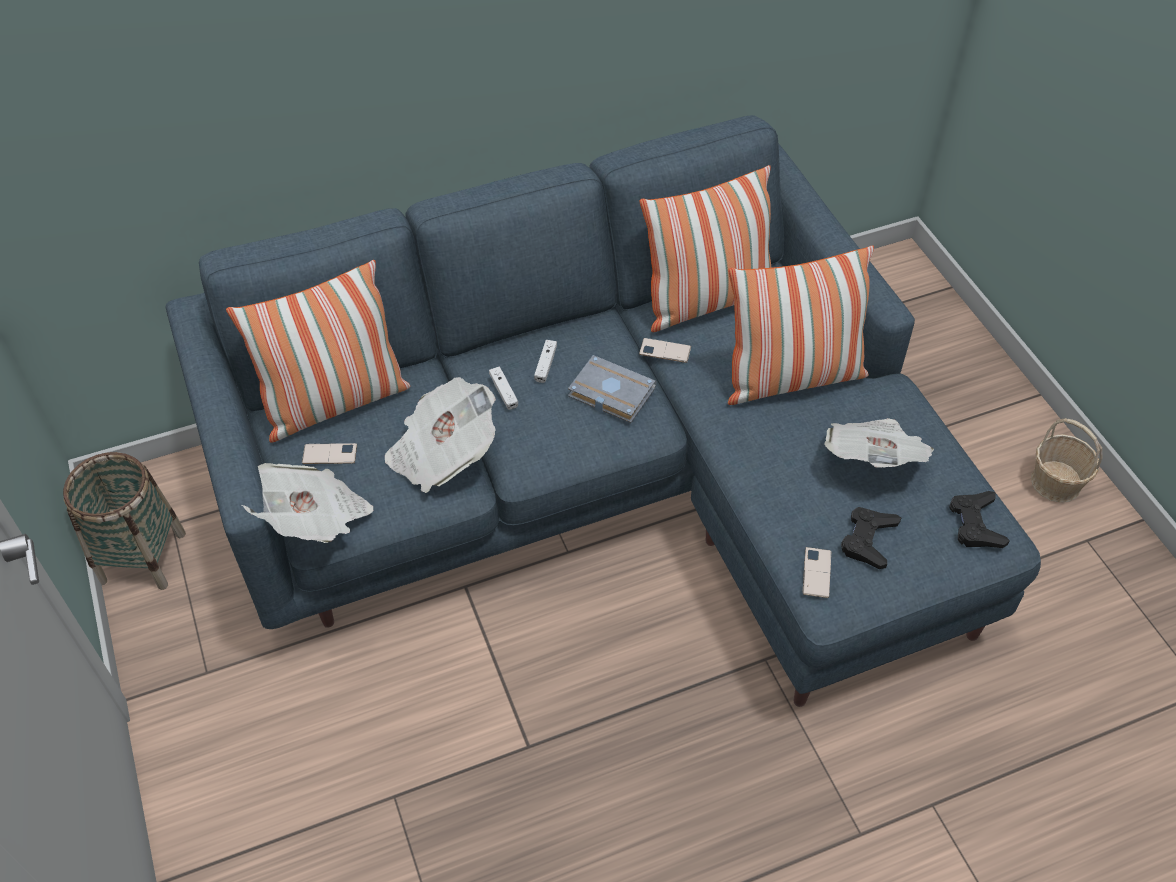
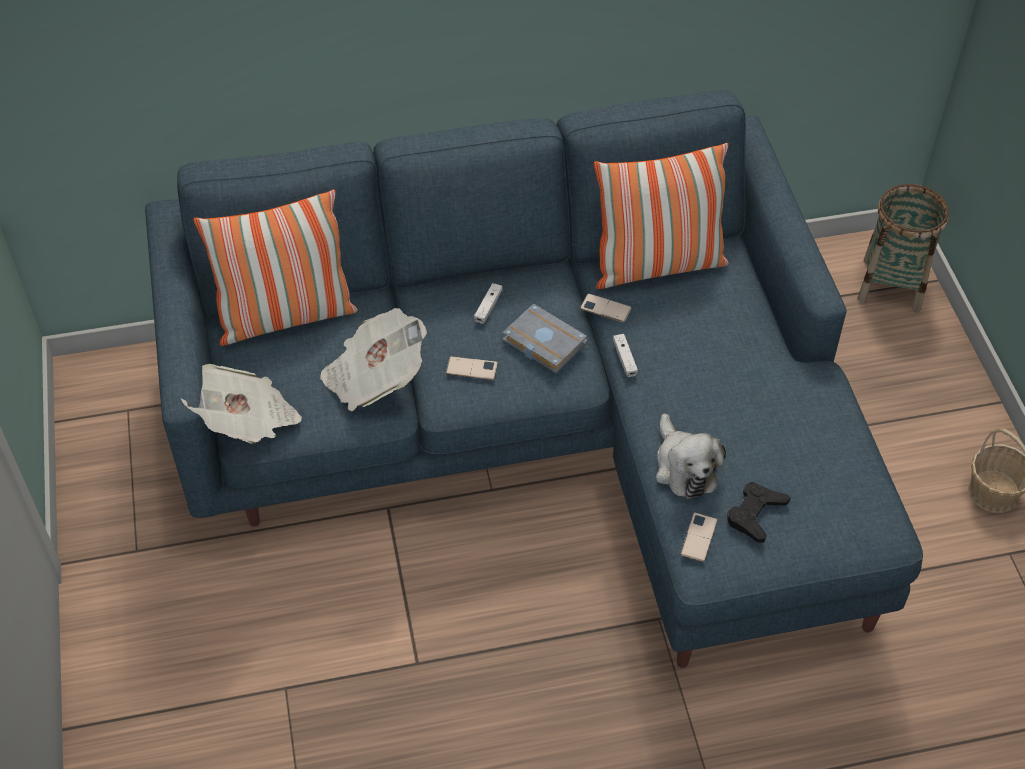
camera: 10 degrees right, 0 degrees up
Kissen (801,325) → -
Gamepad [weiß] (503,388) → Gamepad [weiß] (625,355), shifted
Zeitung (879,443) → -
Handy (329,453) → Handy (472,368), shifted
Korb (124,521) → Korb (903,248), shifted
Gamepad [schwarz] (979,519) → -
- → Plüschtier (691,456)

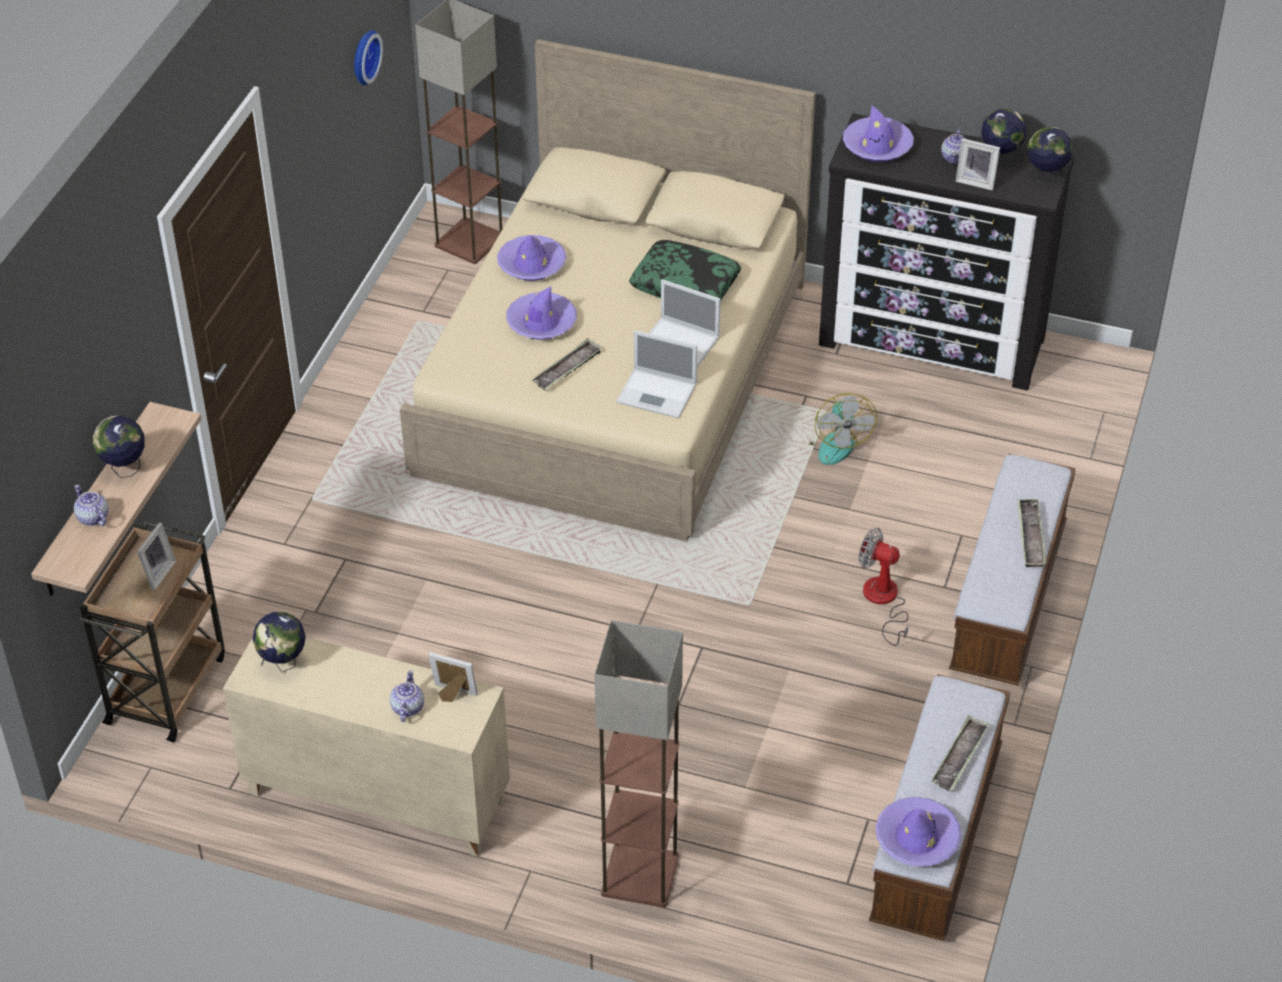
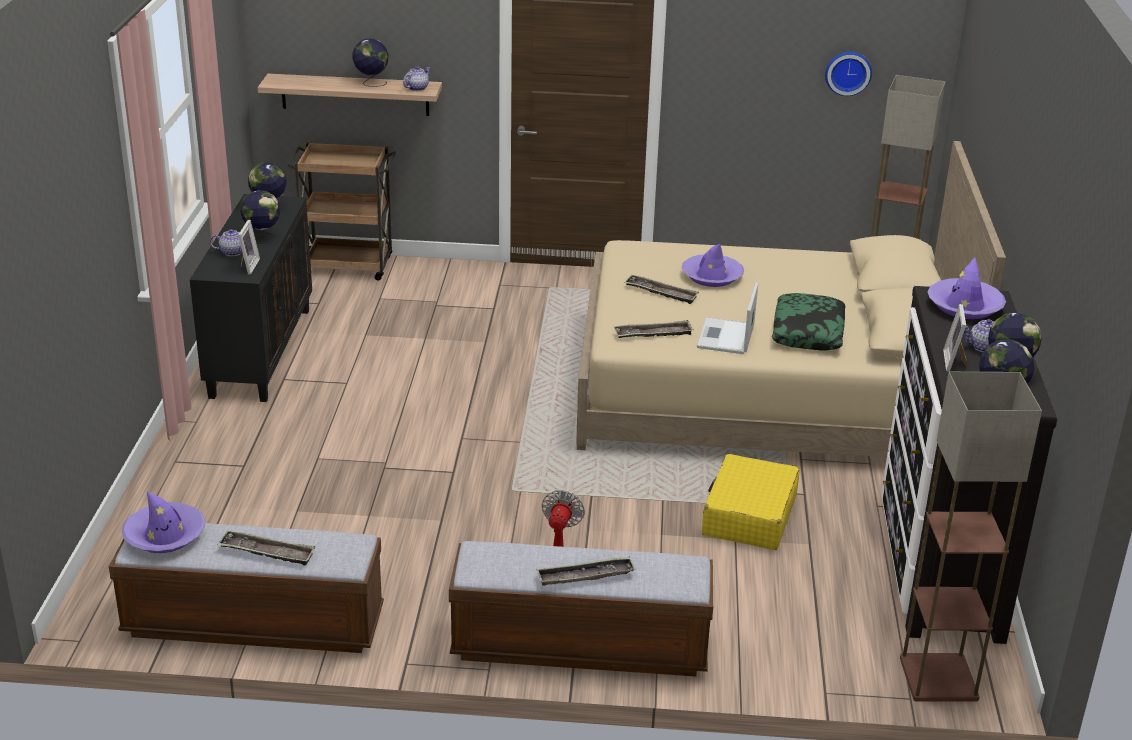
camera: 75 degrees right, 15 degrees down
Hut [lila] (531,258) → -
Laptop (656,374) → Tablett (654,329)
Ventilator (842,429) → Koffer [gelb] (751,502)
Teekanne (91,505) → Teekanne (416,78), shifted
Bilderrahmen (156,556) → -
Stehlampe (638,764) → Stehlampe (971,537), shifted
Schrank [beige] (366,747) → Schrank [schwarz] (251,298)
- → Globus (260,217)

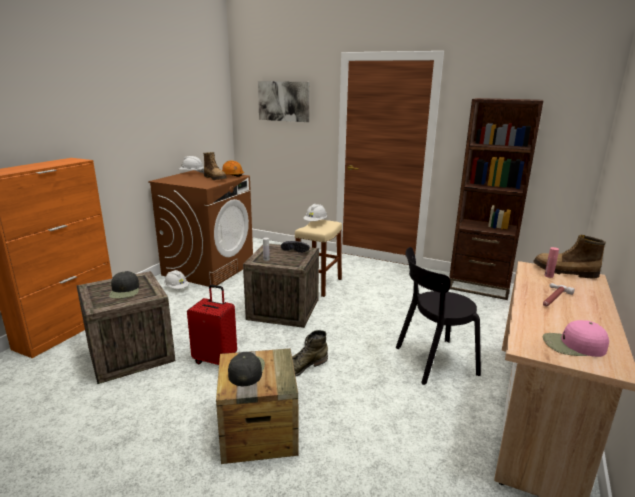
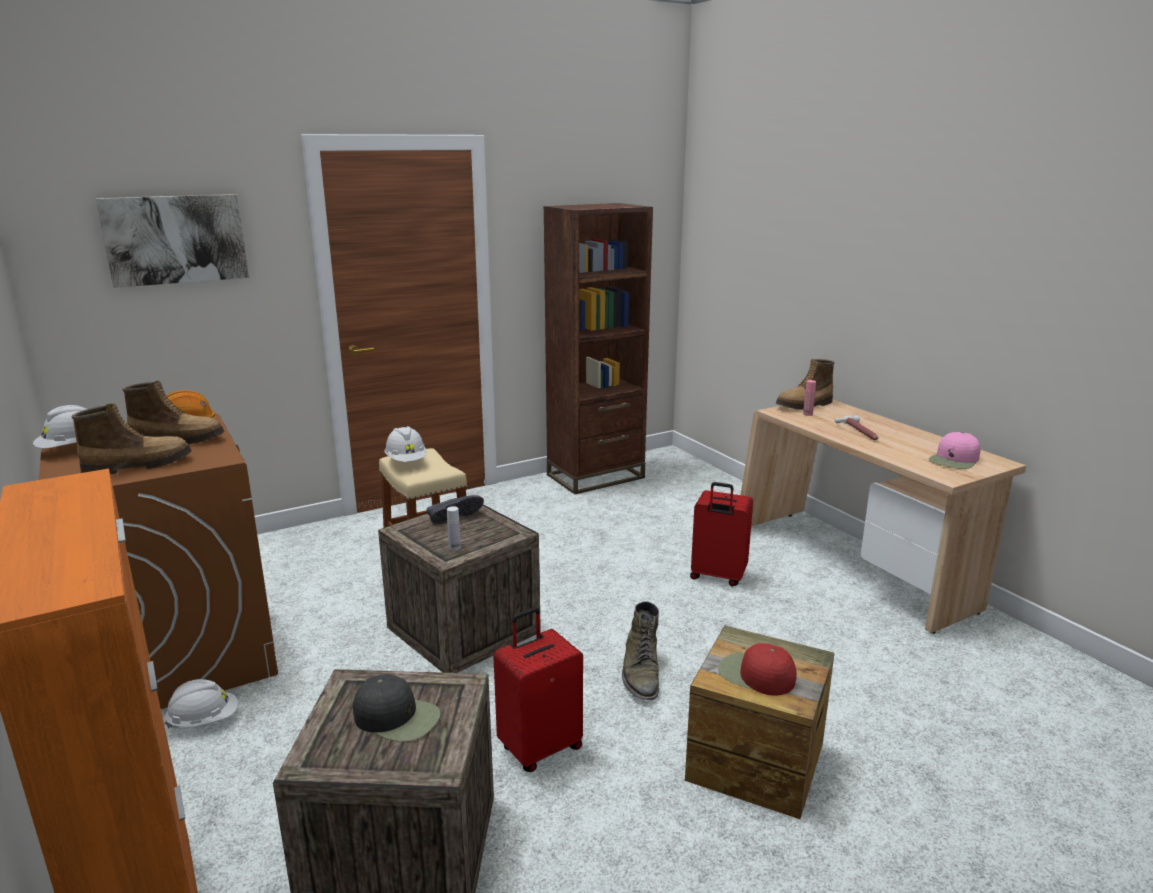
camera: 55 degrees left, 0 degrees up
Stuhl [schwarz] (438,316) → Koffer [rot] (721,534)
Kappe [schwarz] (246,369) → Kappe [rot] (757,669)
- → Stiefel (131,438)

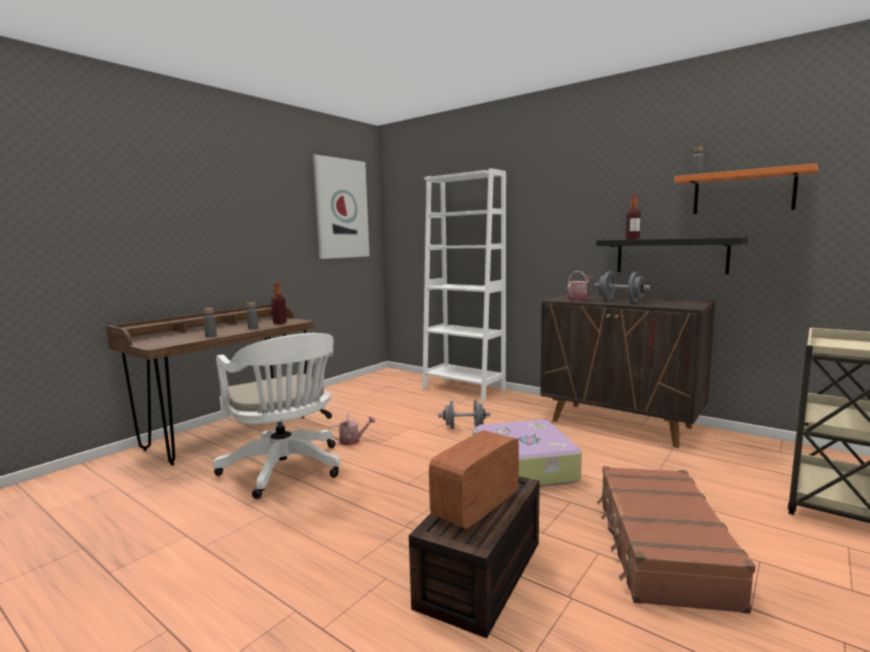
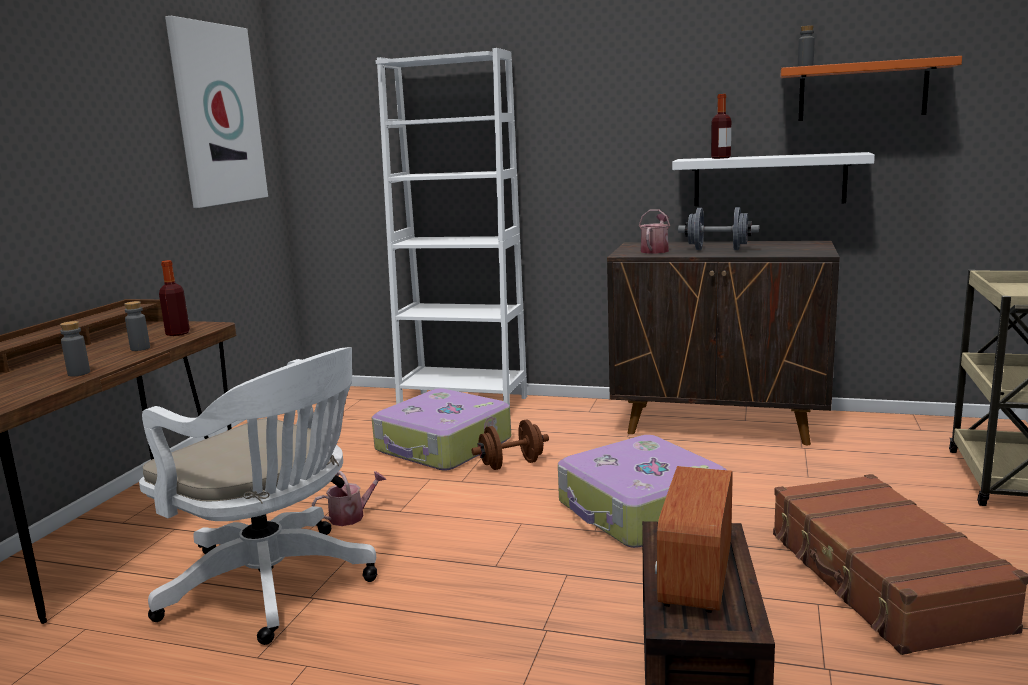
camera: 20 degrees left, 5 degrees up
Wandregal [schwarz] (672,255) → Wandregal [weiß] (773,179)
Hantel [grau] (464,414) → Hantel [braun] (510,445)
- → Koffer (441,429)

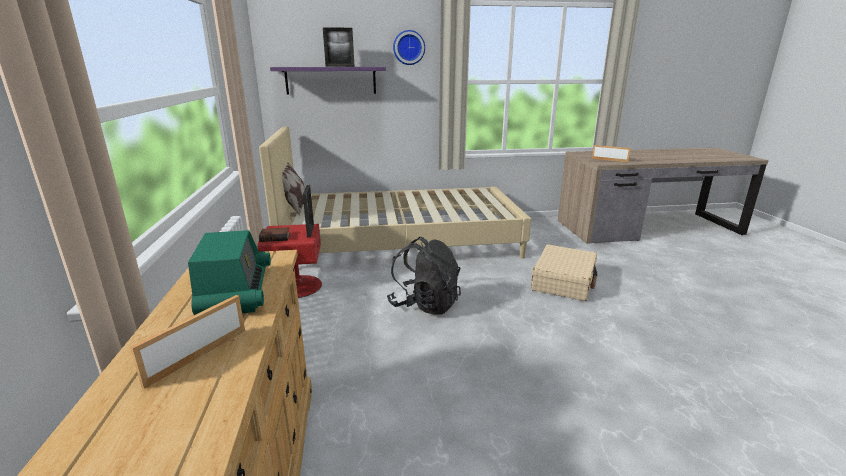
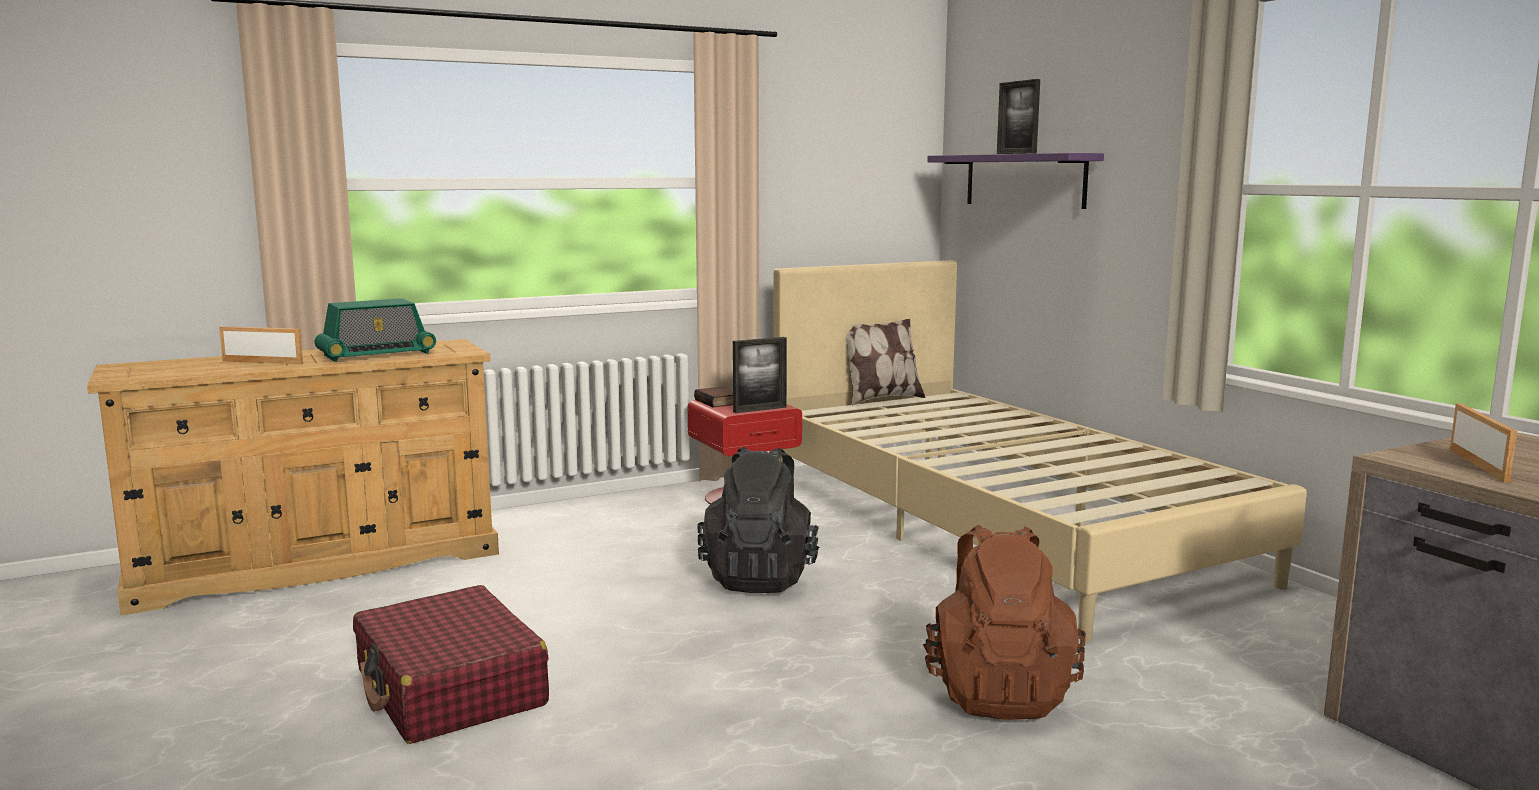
camera: 70 degrees right, 10 degrees down
Wanduhr (409,47) → -
Koffer [beige] (564,272) → Rucksack [braun] (1004,622)
- → Koffer [rot] (451,664)

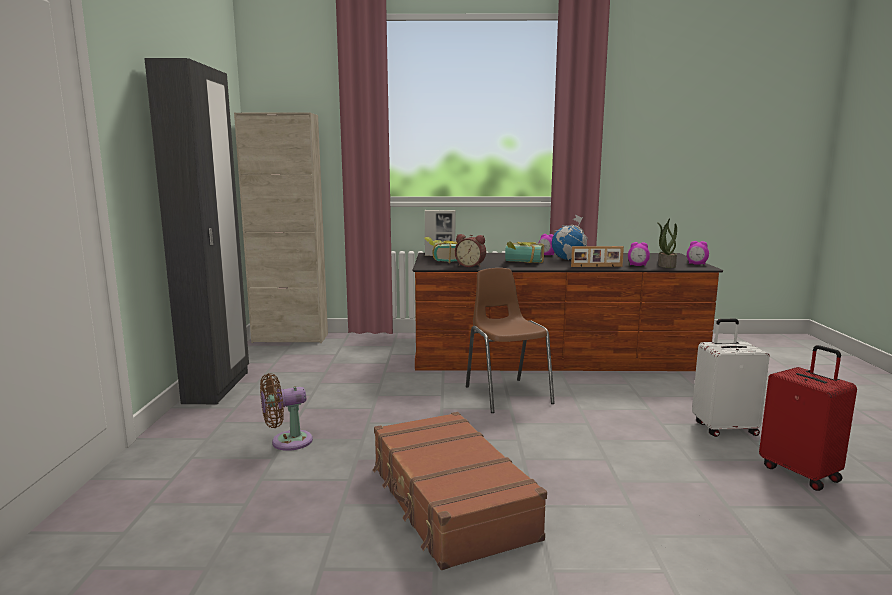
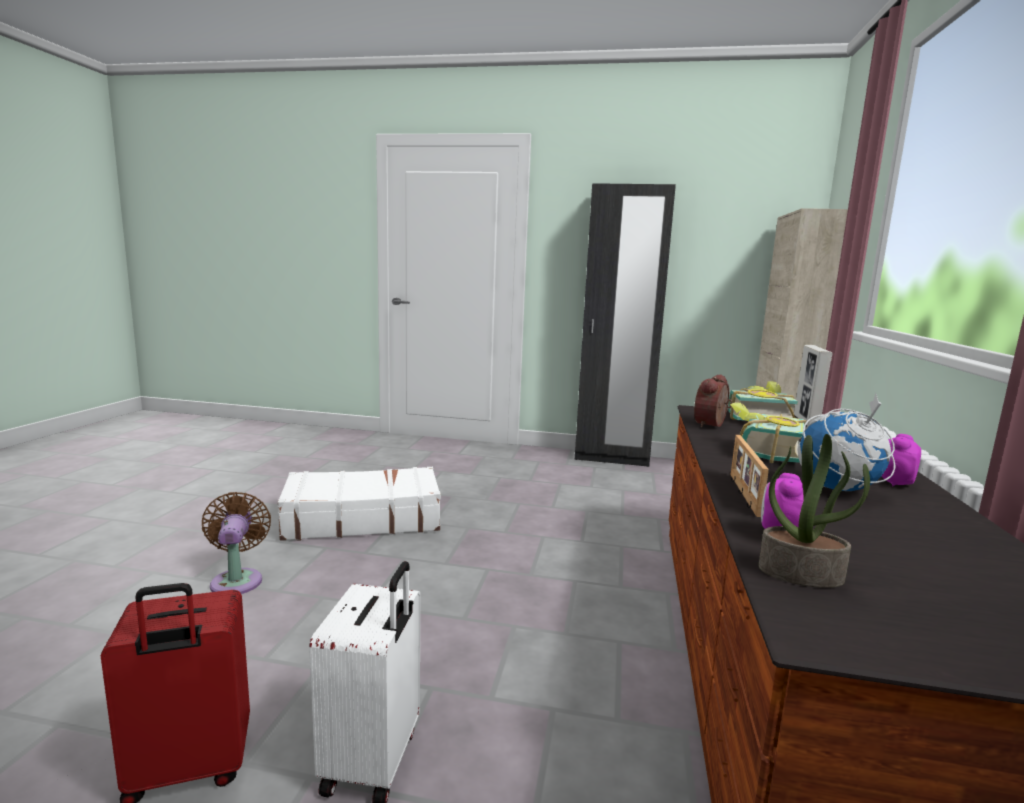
camera: 100 degrees right, 0 degrees up
Wecker (698,253) → -
Stuhl [braun] (510,340) → -
Ventilator [braun] (286,412) → Ventilator [braun] (236,543), shifted
Koffer [braun] (460,491) → Koffer [weiß] (359,504)

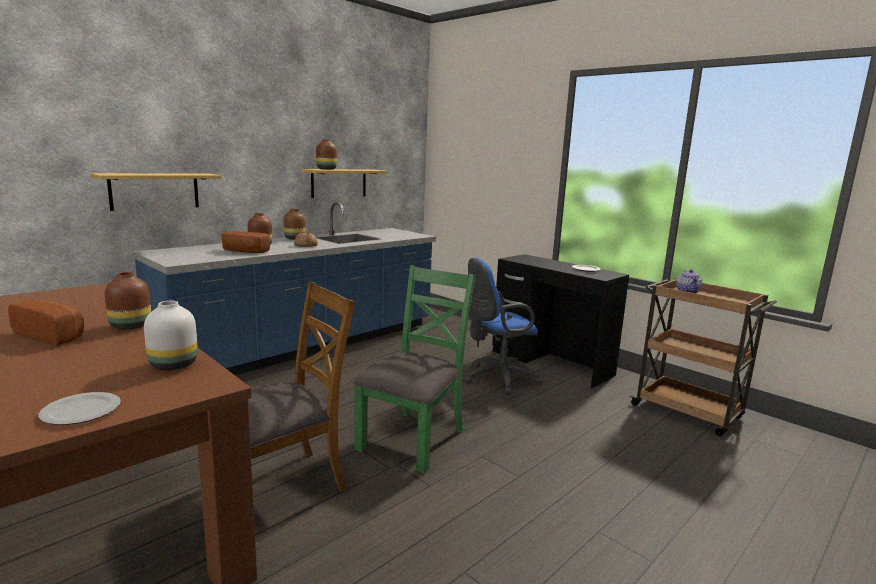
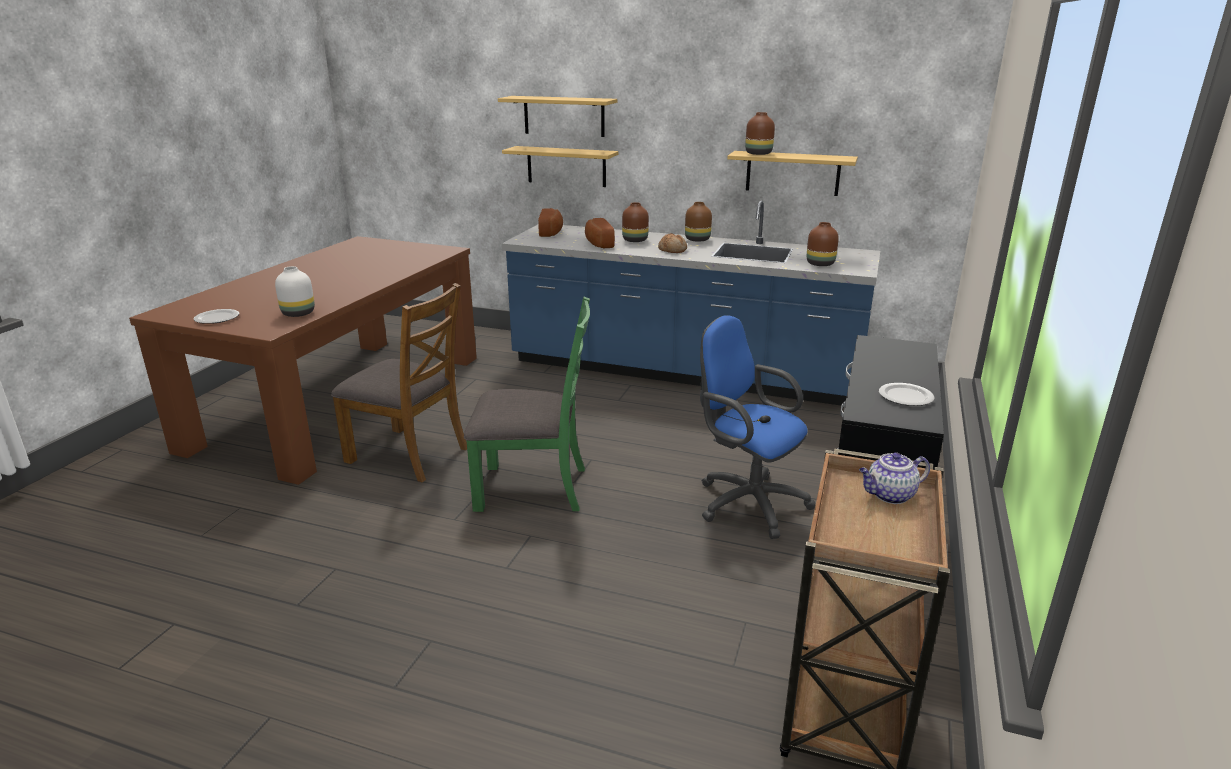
camera: 65 degrees right, 10 degrees up
Vase [braun] (128,301) → Vase [braun] (823,244), shifted
Brot (46,322) → Brot (550,222), shifted
- → Wandregal (557,116)

